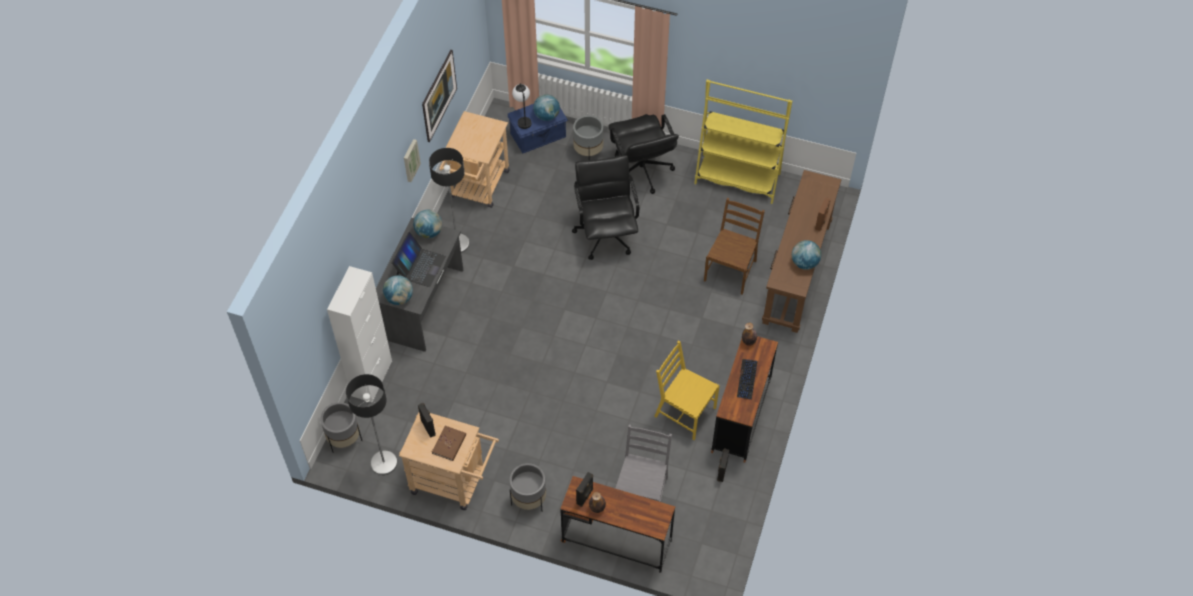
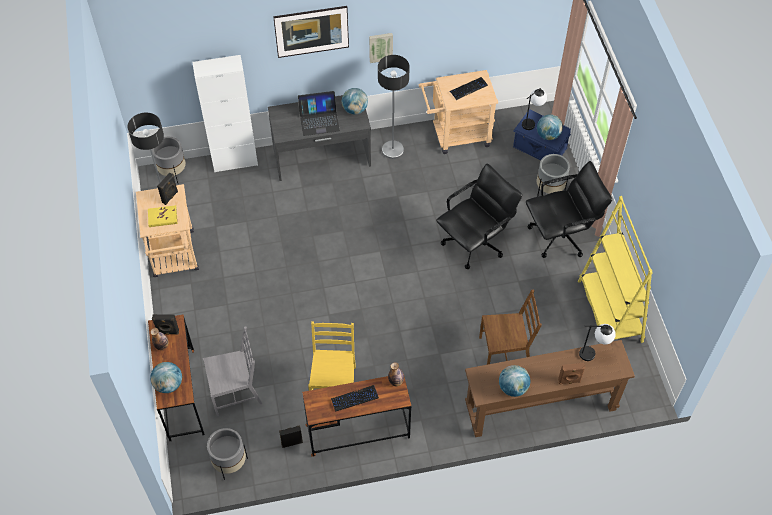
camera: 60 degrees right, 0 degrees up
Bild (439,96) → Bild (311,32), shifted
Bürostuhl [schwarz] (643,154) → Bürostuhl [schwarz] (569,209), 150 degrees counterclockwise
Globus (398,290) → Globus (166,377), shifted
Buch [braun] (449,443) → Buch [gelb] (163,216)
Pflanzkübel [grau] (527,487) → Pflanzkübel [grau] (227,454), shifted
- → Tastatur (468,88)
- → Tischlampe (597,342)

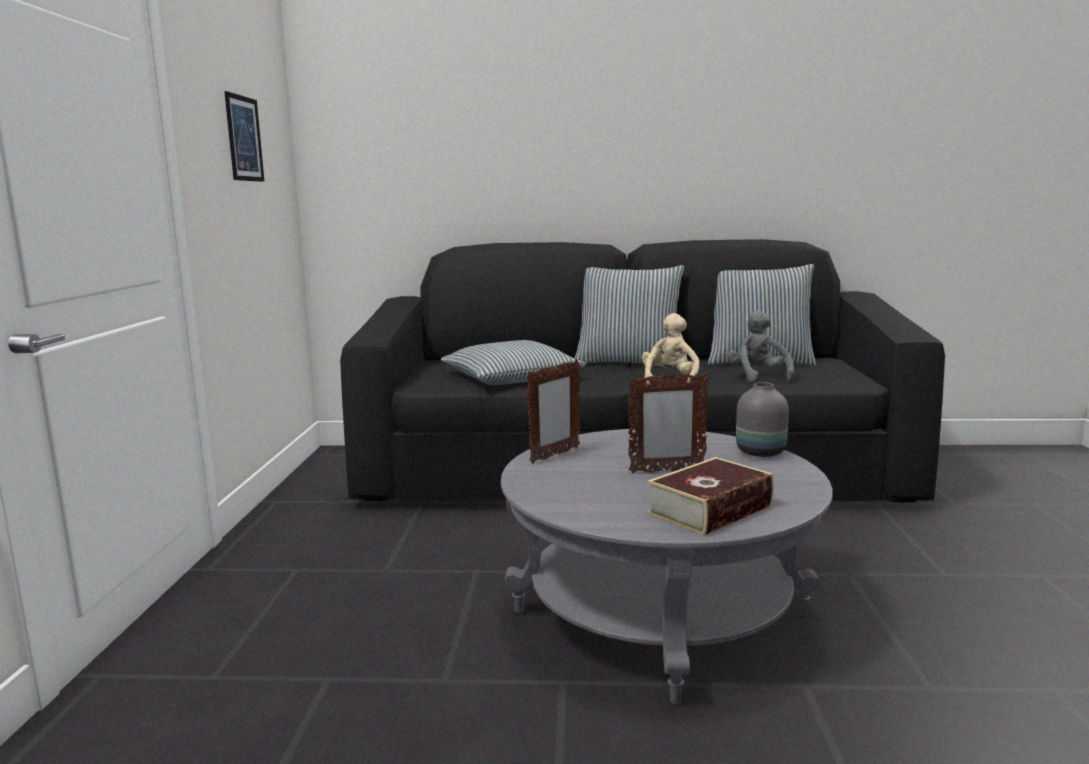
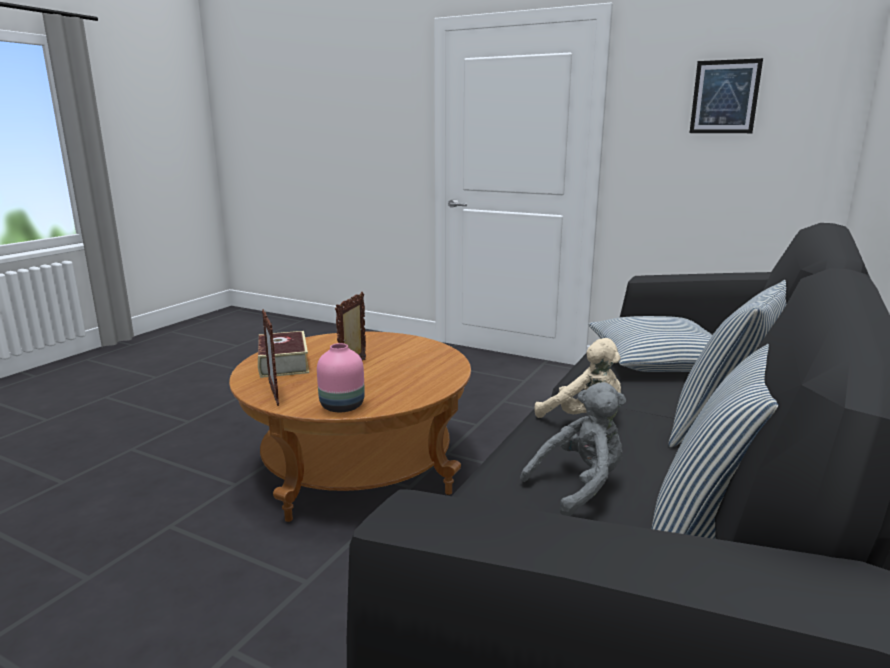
camera: 115 degrees right, 5 degrees up
Plüschtier [grau] (760,346) → Plüschtier [grau] (573,449), 45 degrees counterclockwise
Bilderrahmen (553,411) → Bilderrahmen (270,357), shifted
Vase [grau] (762,419) → Vase [rosa] (341,377)
Couchtisch [grau] (667,567) → Couchtisch [braun] (350,426)

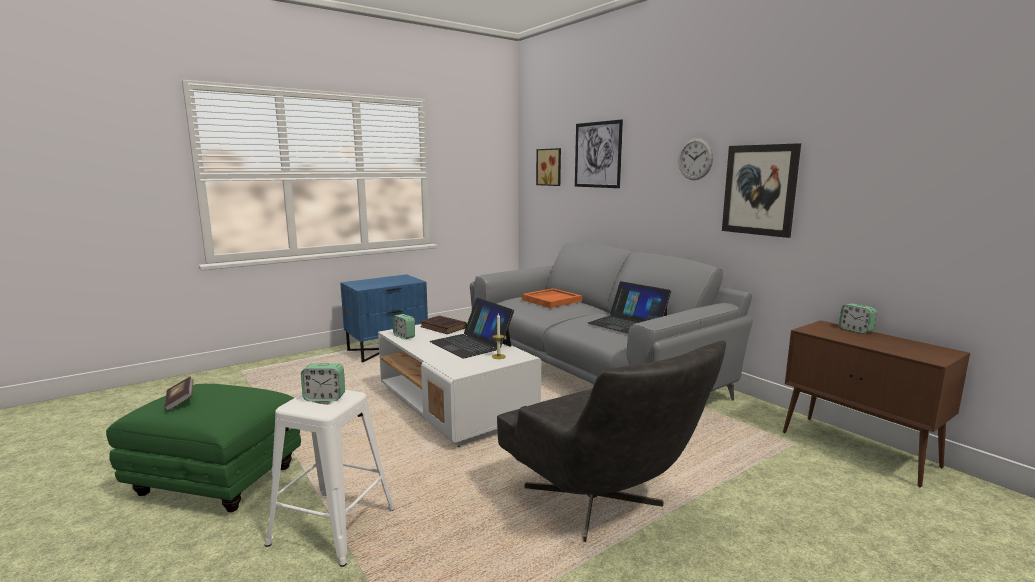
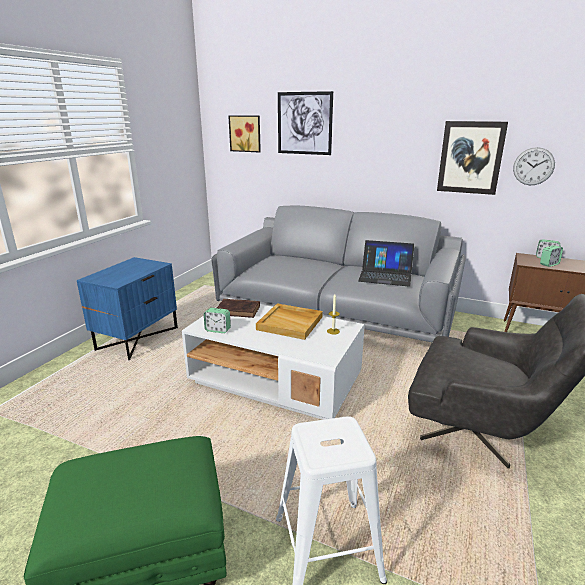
camera: 30 degrees left, 10 degrees up
Wanduhr (695,159) → Wanduhr (534,166), shifted
Tablett [orange] (552,298) → -
Laptop (471,328) → Tablett [beige] (289,321)
Wecker (323,382) → Wecker (551,256), shifted
Buch (178,393) → -

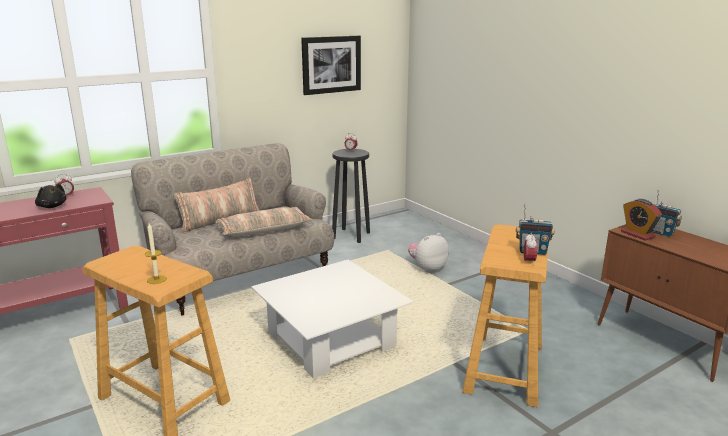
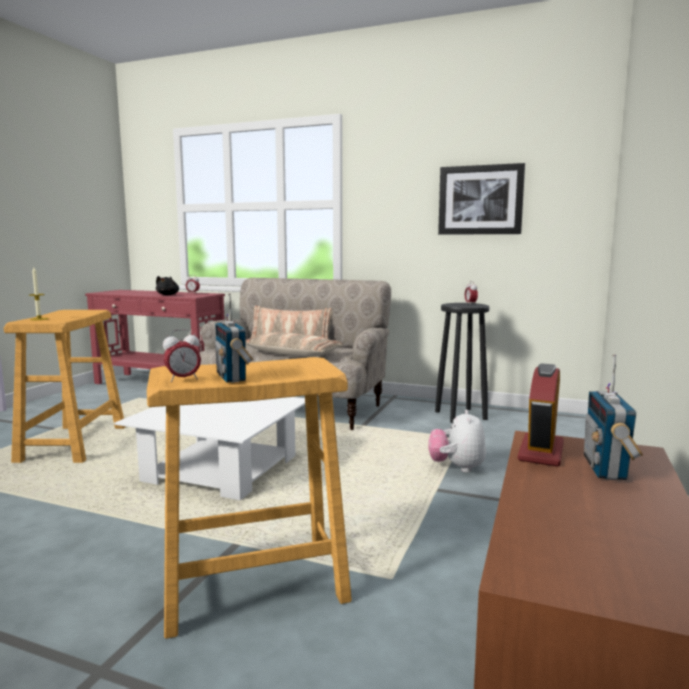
camera: 55 degrees right, 10 degrees down
Plüschtier (428,253) → Plüschtier (457,441), 105 degrees counterclockwise

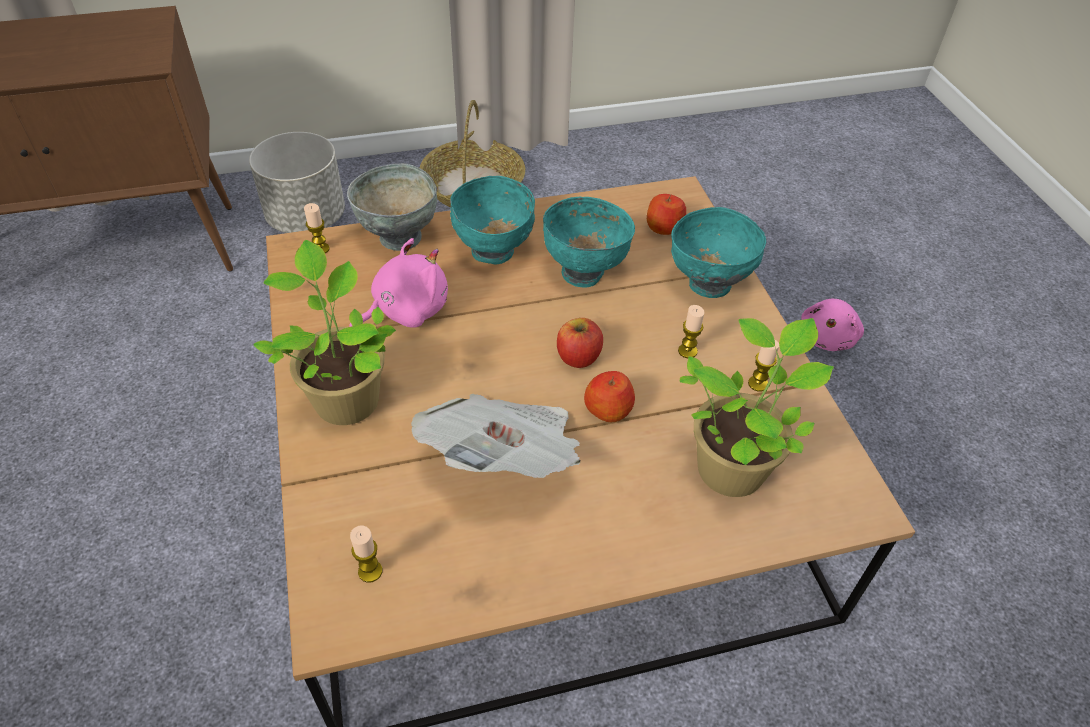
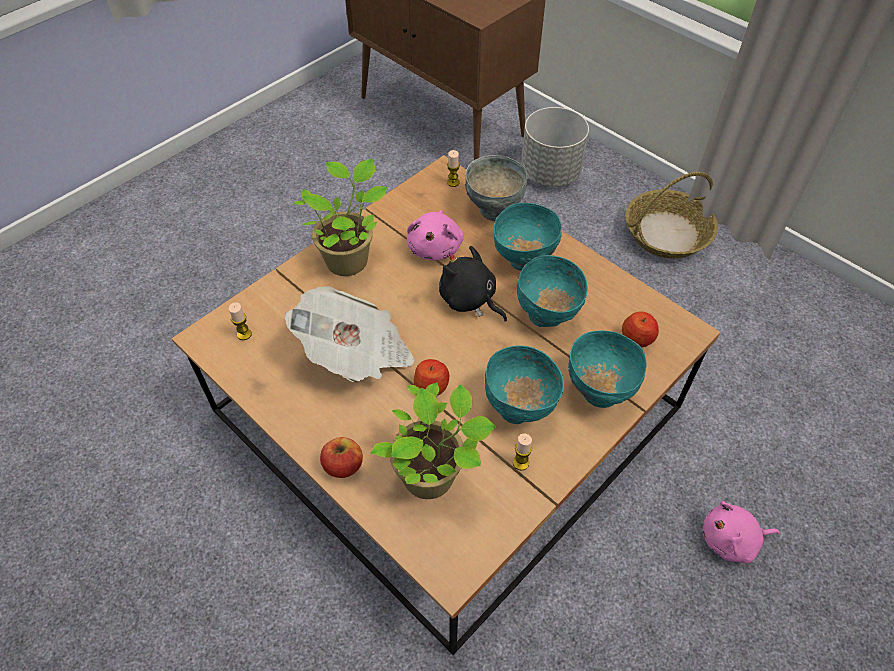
camera: 60 degrees right, 5 degrees up
Plüschtier [rosa] (398,283) → Plüschtier [rosa] (435,235), 75 degrees clockwise
Kerze (691,331) → Schüssel [türkis] (524,385)
Apfel (580,343) → Apfel (341,457), shifted
- → Plüschtier [schwarz] (473,284)

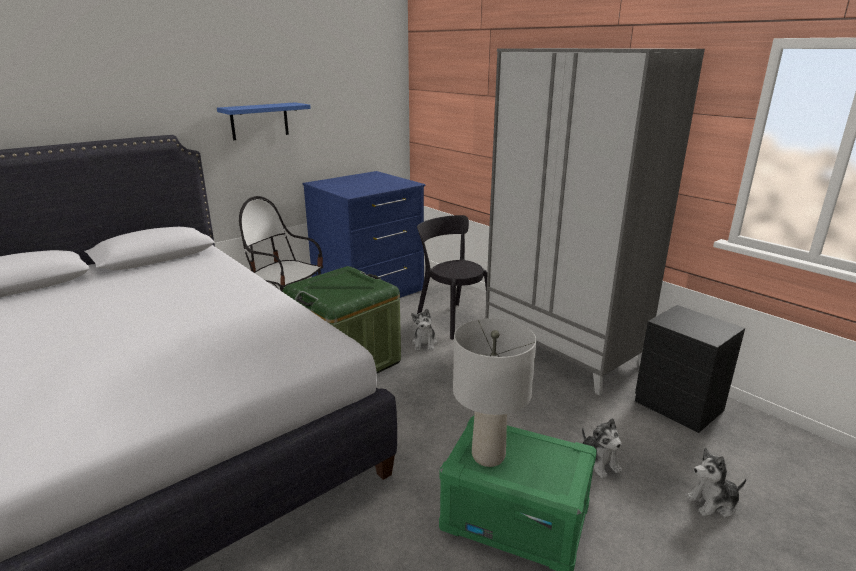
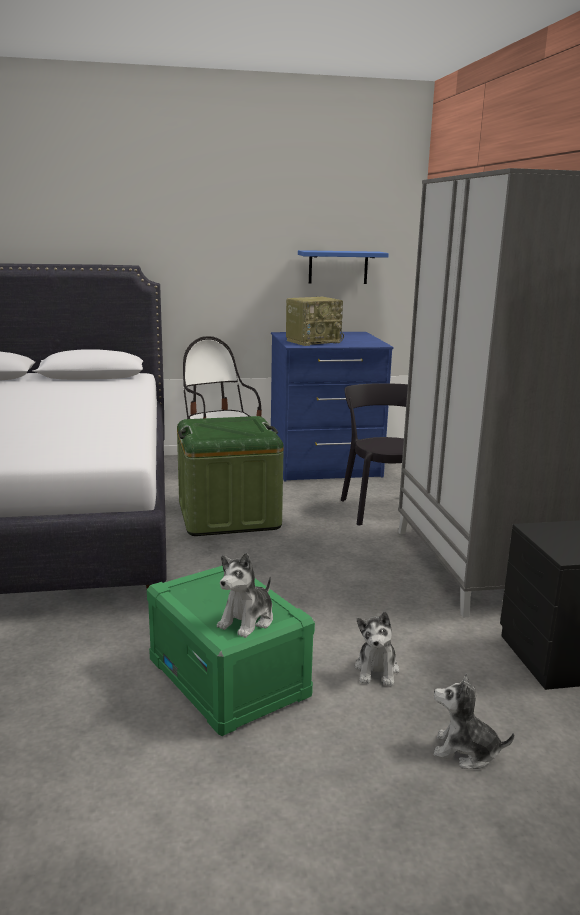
camera: 30 degrees right, 5 degrees down
Wandregal [blau] (264,121) → Wandregal [blau] (343,267), shifted
Plüschtier (424,329) → Plüschtier (245,595), shifted
Tischlampe [grau] (494,392) → -
- → Radio (315,321)

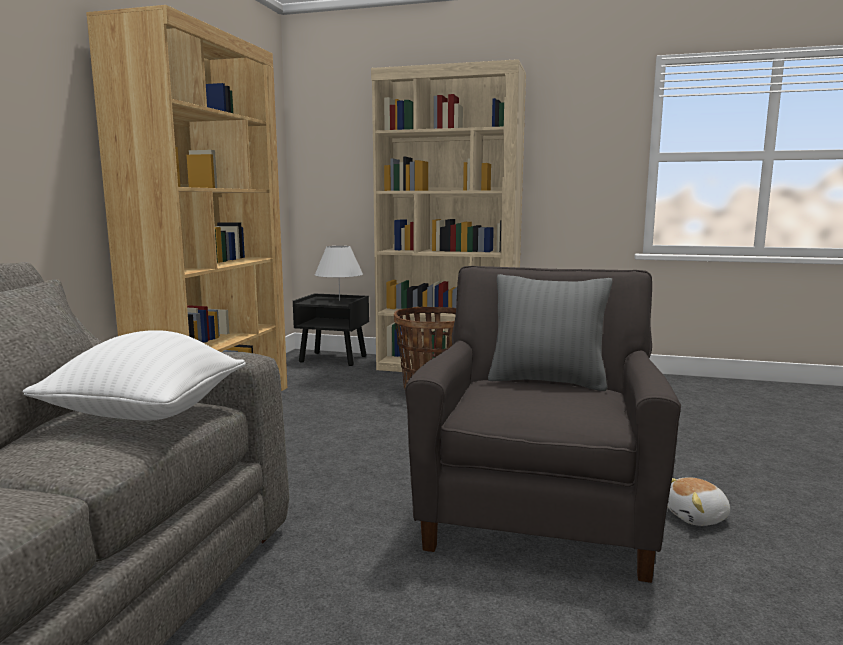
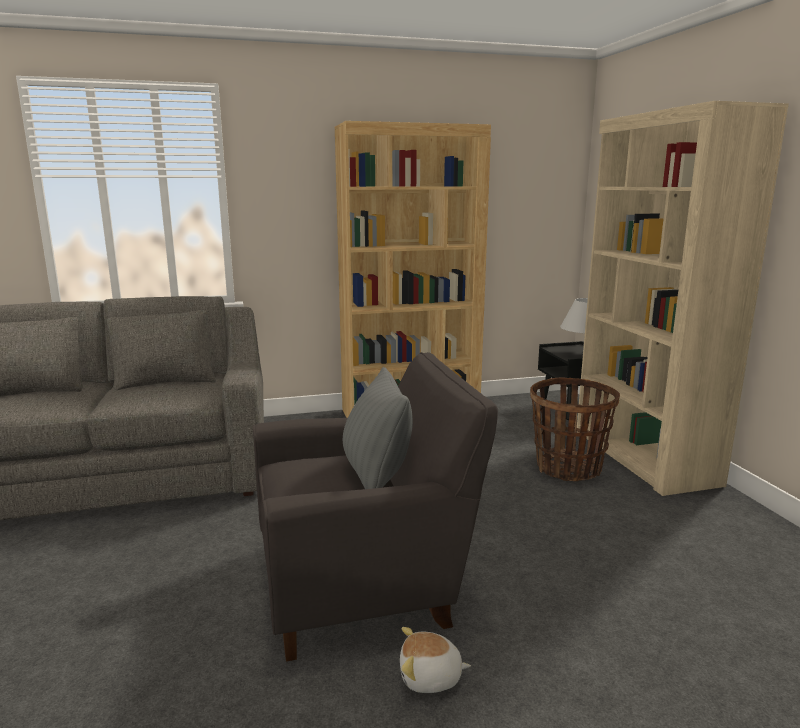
camera: 60 degrees right, 5 degrees up
Kissen [weiß] (134,375) → -
Plüschtier (698,501) → Plüschtier (435,660), 45 degrees counterclockwise

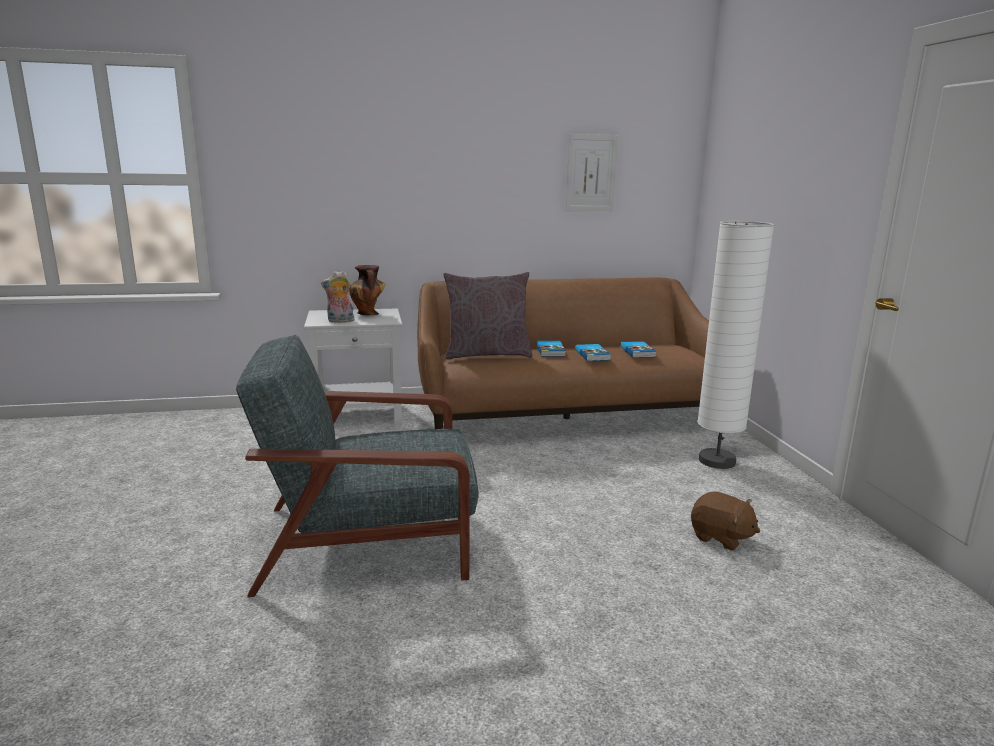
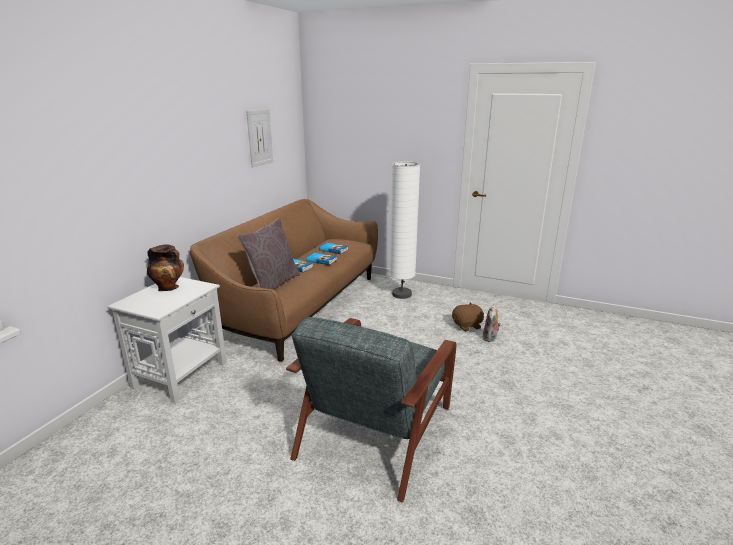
camera: 55 degrees left, 5 degrees up
Plüschtier (337,297) → Plüschtier (492,323), shifted

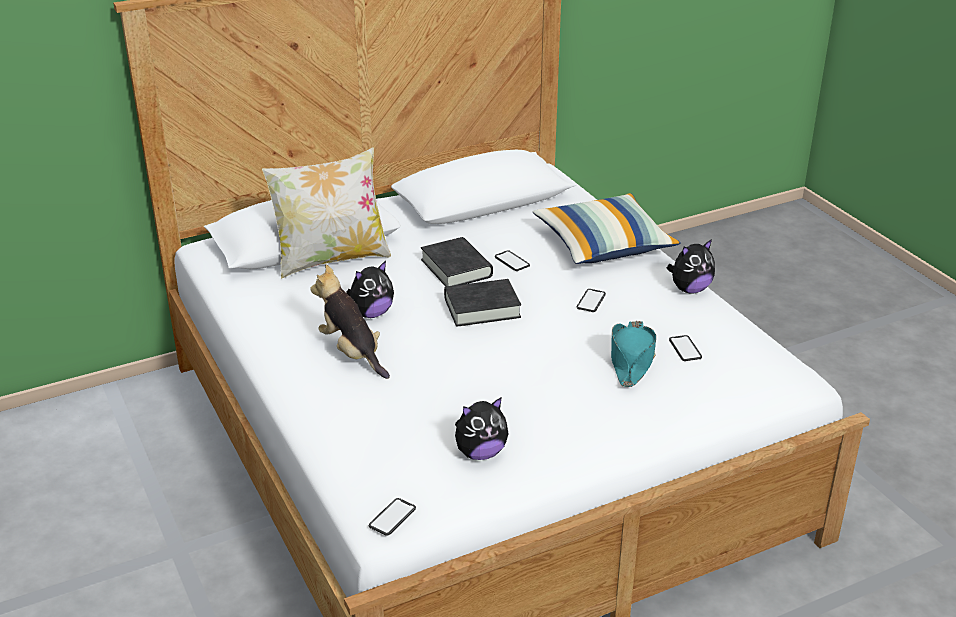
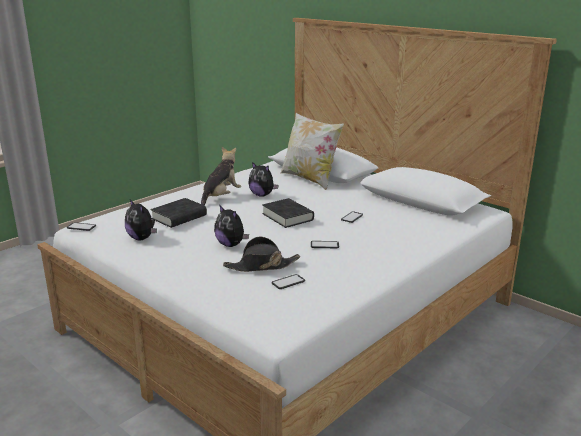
camera: 70 degrees right, 10 degrees down
Kissen (607,228) → -
Buch [schwarz] (457,262) → Buch [schwarz] (179,213), shifted
Plüschtier (691,266) → Plüschtier (231,226), shifted
Hut [türkis] (633,354) → Hut [schwarz] (261,254)

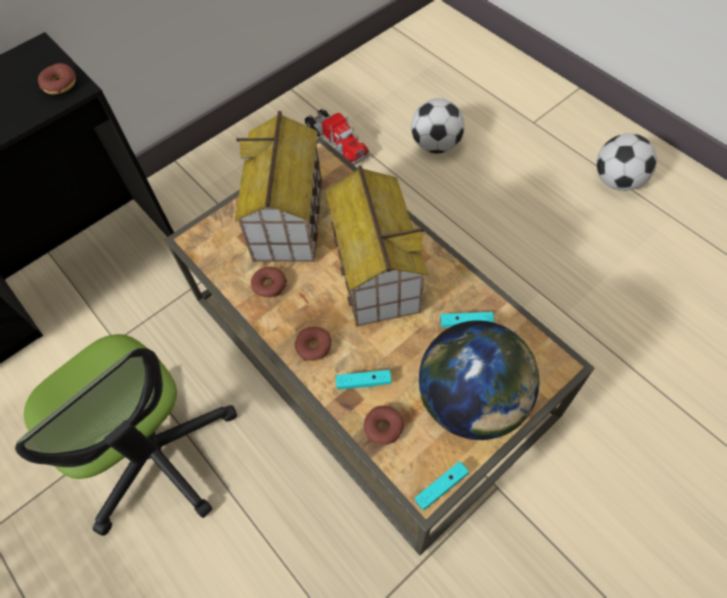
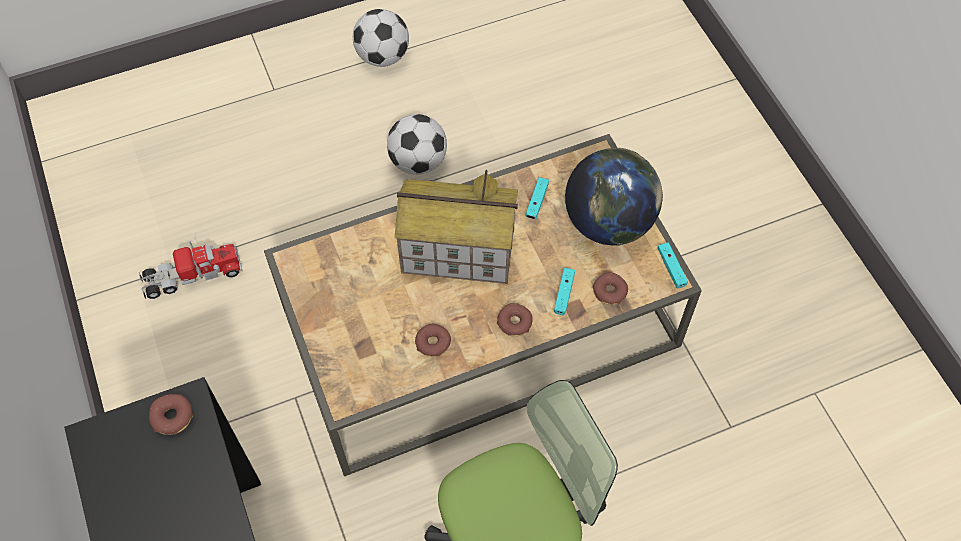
camera: 75 degrees left, 0 degrees up
Fußball (438,125) → Fußball (417,144), shifted
Spielzeughaus (278,186) → -

